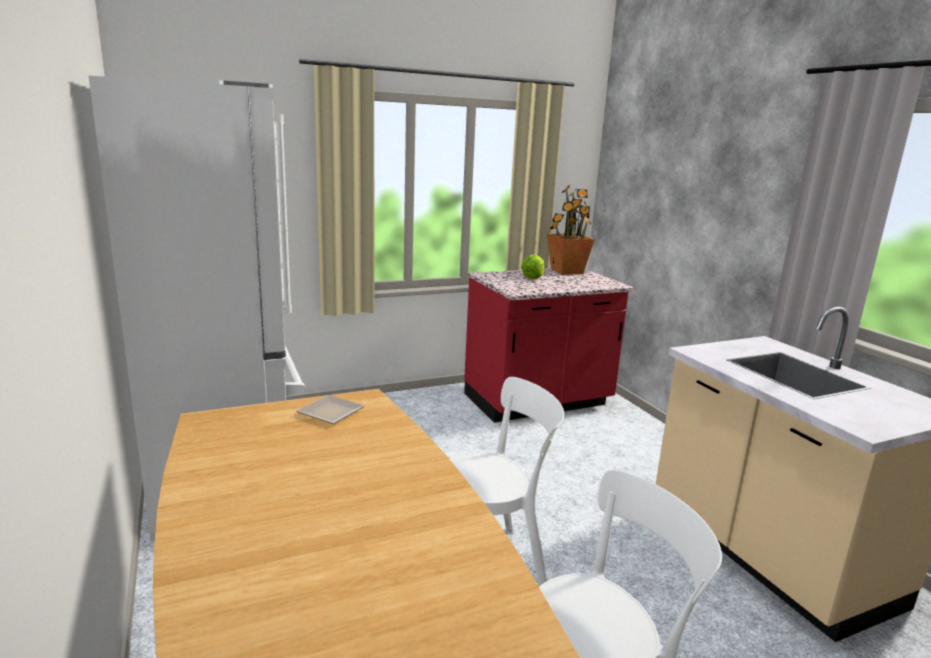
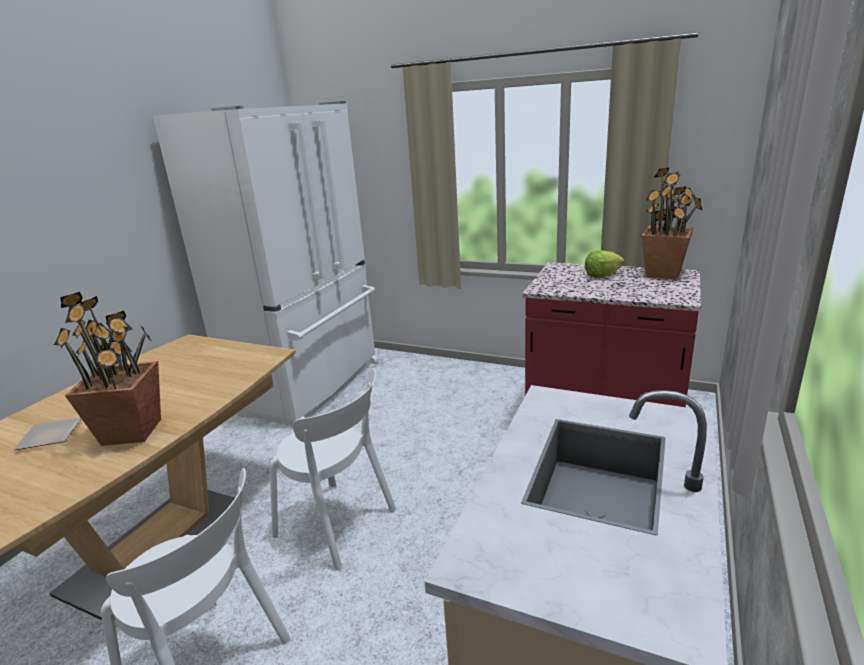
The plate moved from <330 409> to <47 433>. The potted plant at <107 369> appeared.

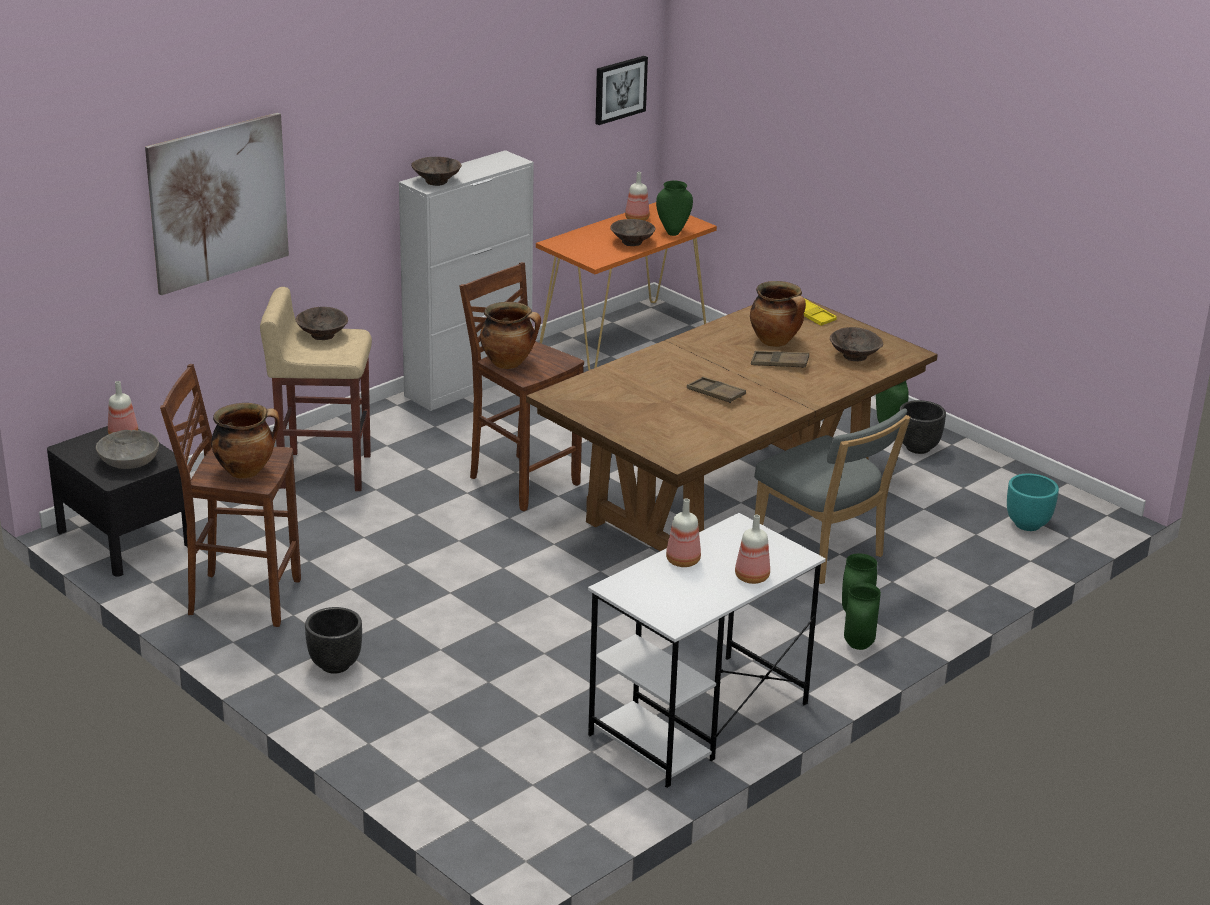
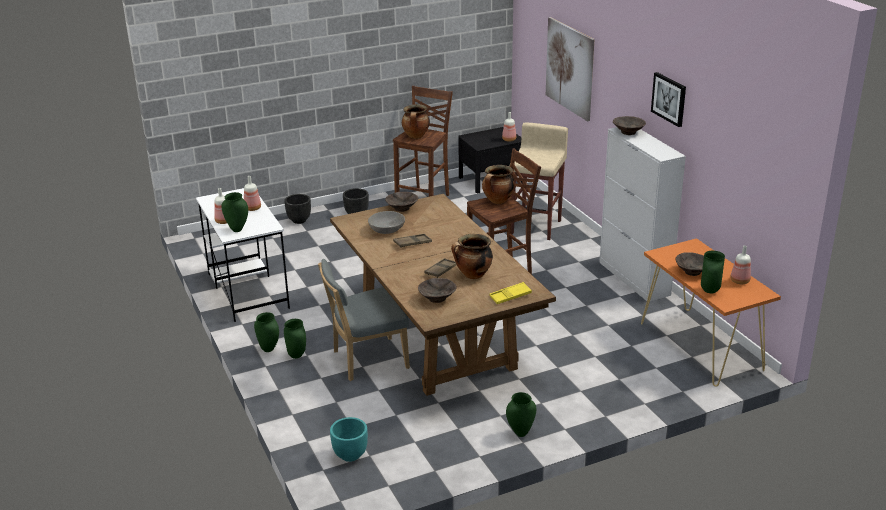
The green vase at <235 212> appeared. The black planter moved from <922 427> to <297 209>. The grey bowl moved from <127 449> to <386 222>. The brown bowl moved from <322 323> to <401 202>. The picture moved from <621 90> to <668 99>.

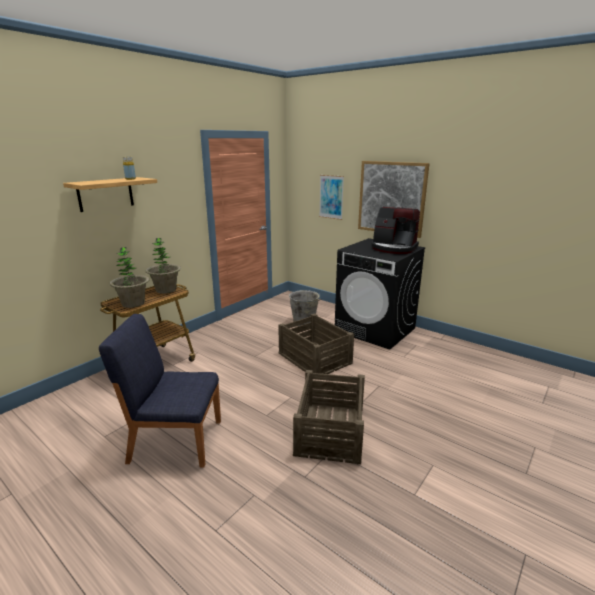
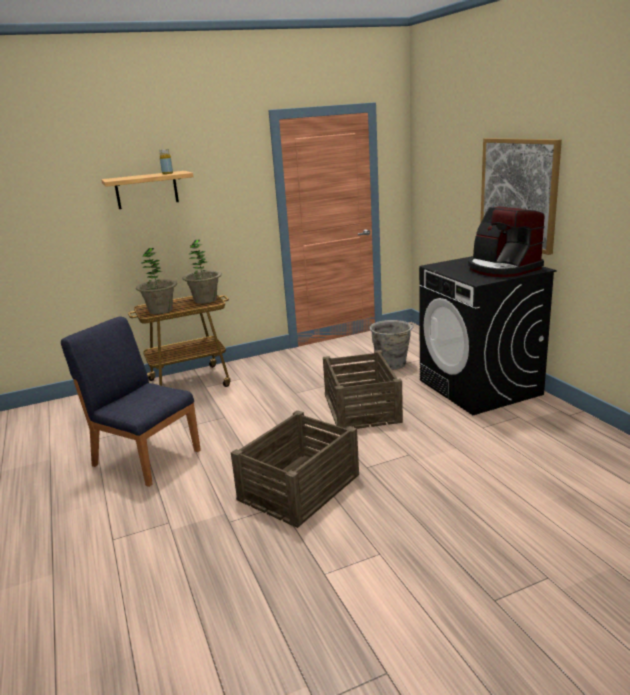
The picture at <331 197> disappeared.

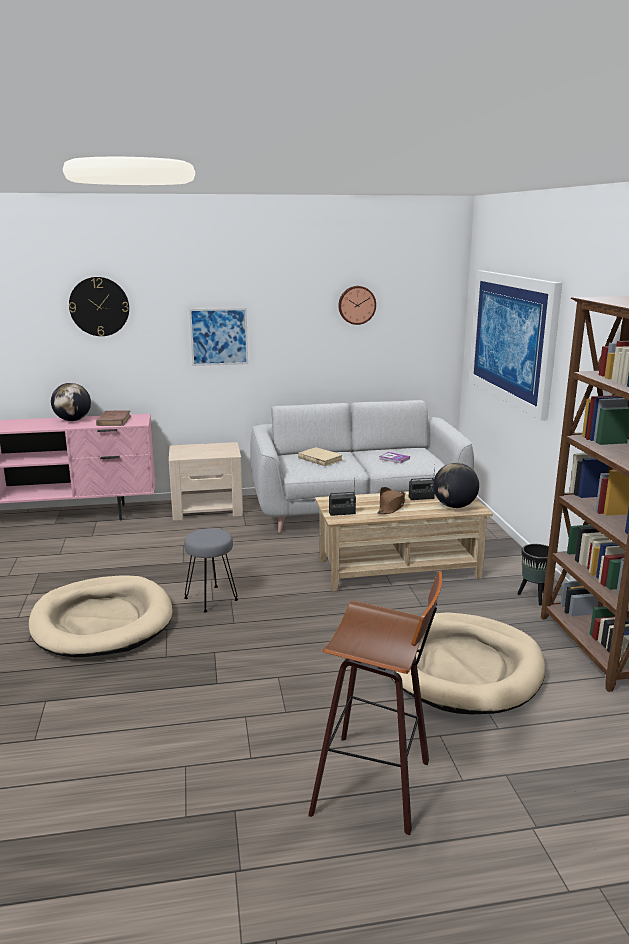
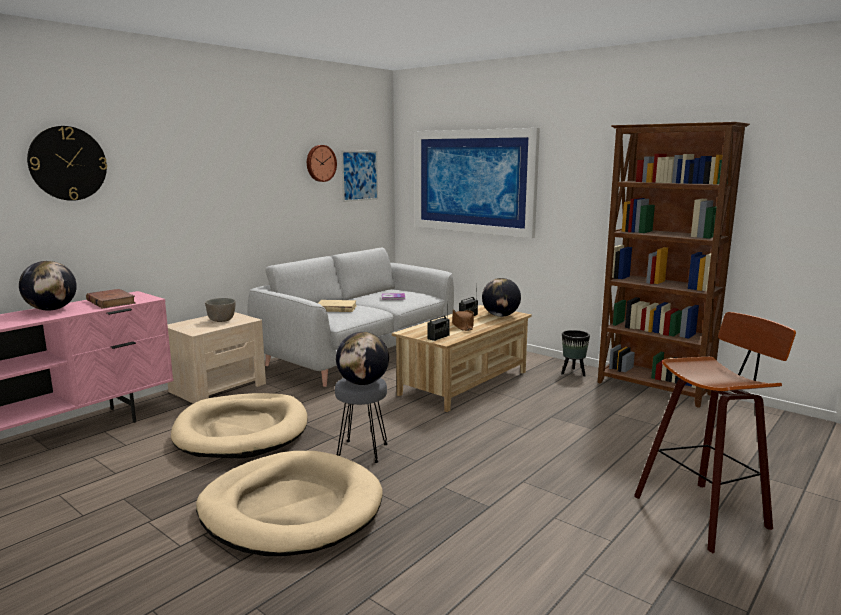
The beige dog bed moved from <468 663> to <239 426>. The grey bowl at <220 310> appeared. The globe at <362 358> appeared. The picture moved from <218 337> to <359 176>.

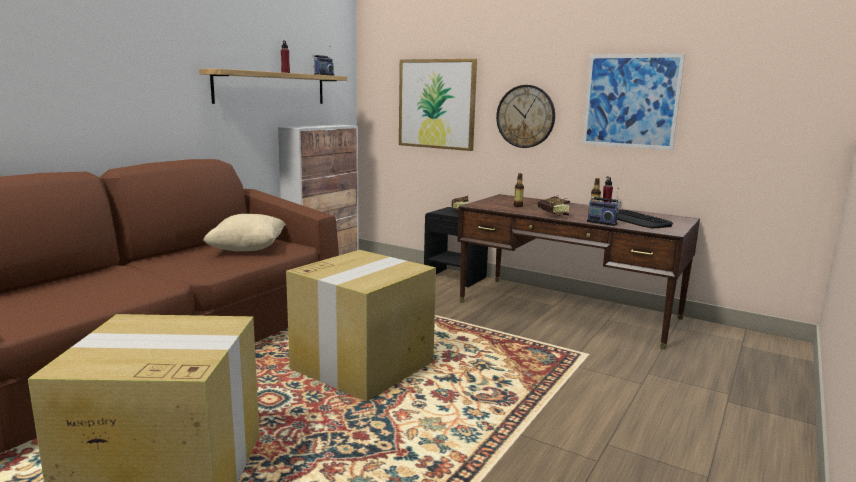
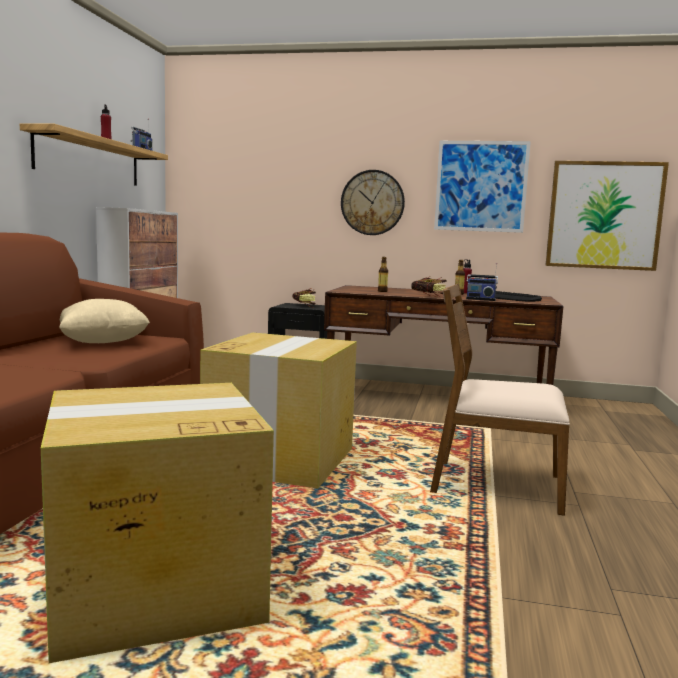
The brown chair at <500 400> appeared. The picture moved from <438 105> to <607 216>.

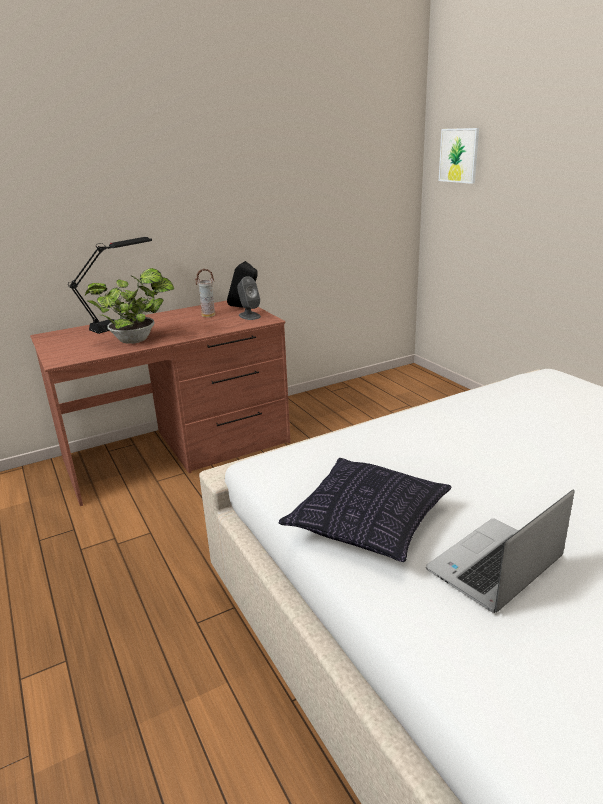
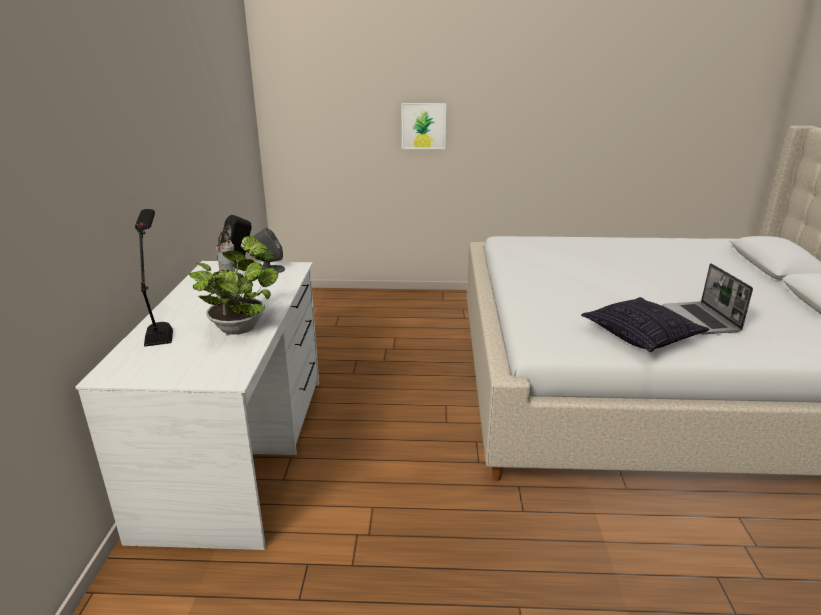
The brown desk at <160 403> became the white desk at <197 405>. The picture moved from <459 156> to <424 126>.

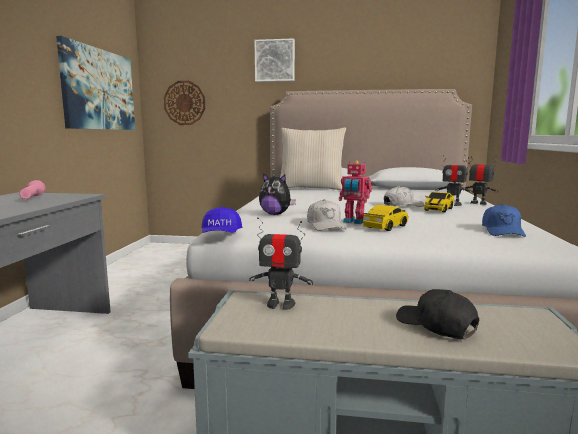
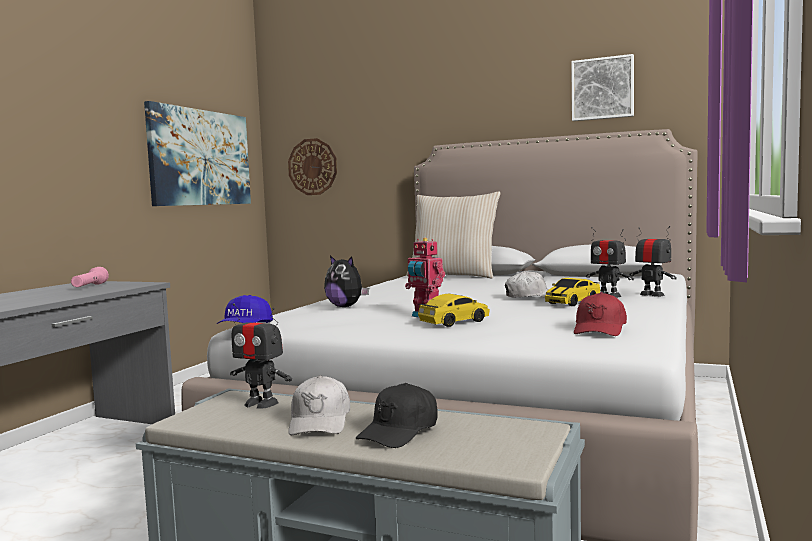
The white cap moved from <326 215> to <319 405>. The black cap at <437 314> turned 120 degrees counterclockwise. The picture moved from <275 60> to <602 87>. The blue cap at <504 220> became the red cap at <600 314>.

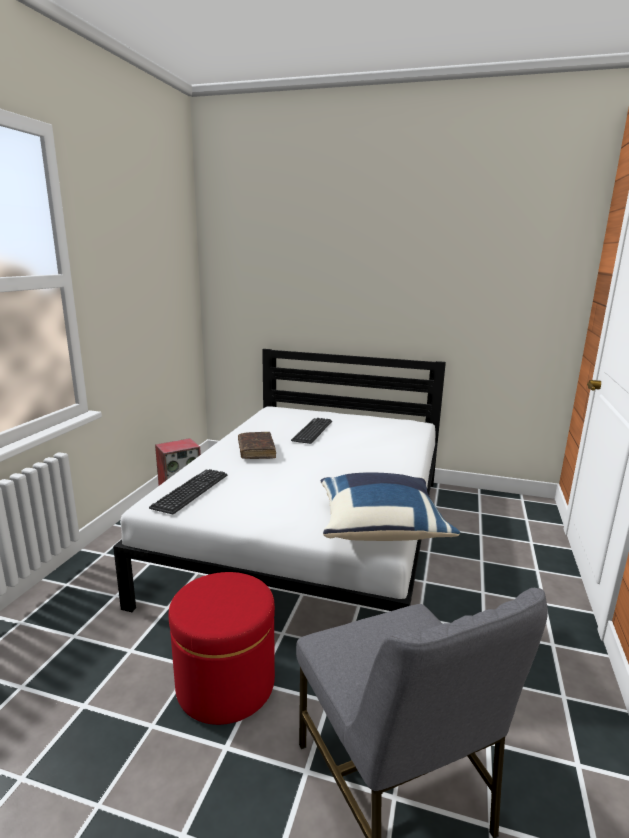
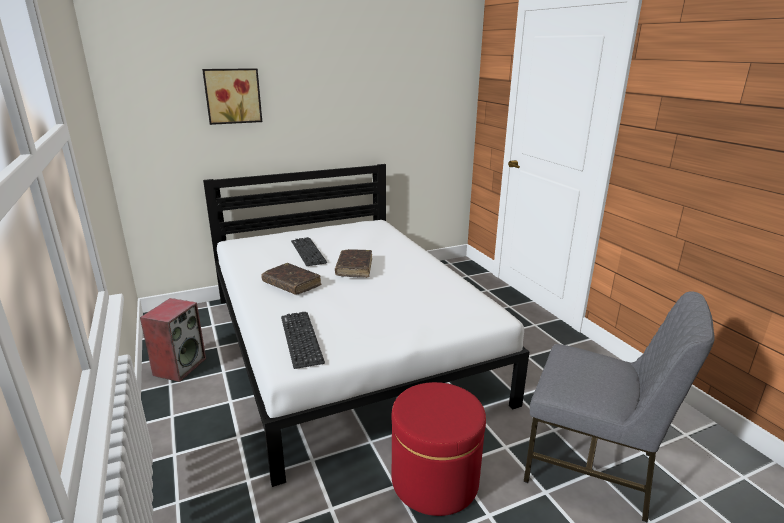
The picture at <232 96> appeared. The brown book at <353 263> appeared. The blue pillow at <390 506> disappeared.

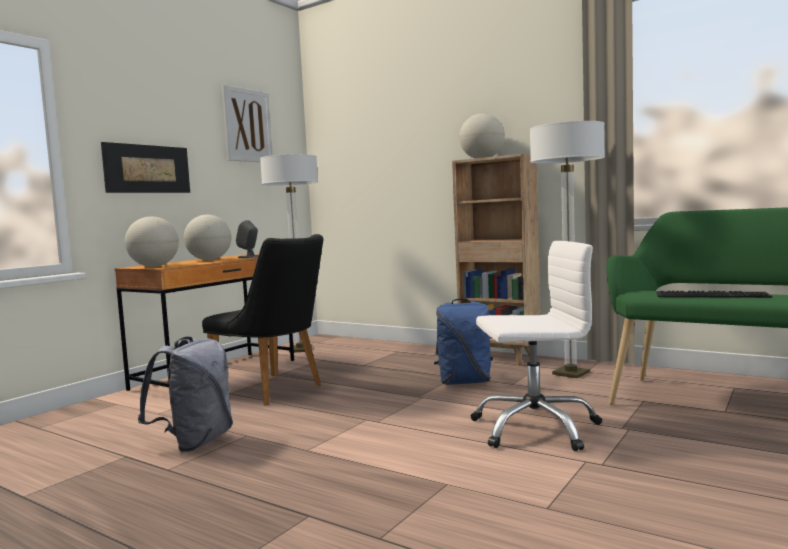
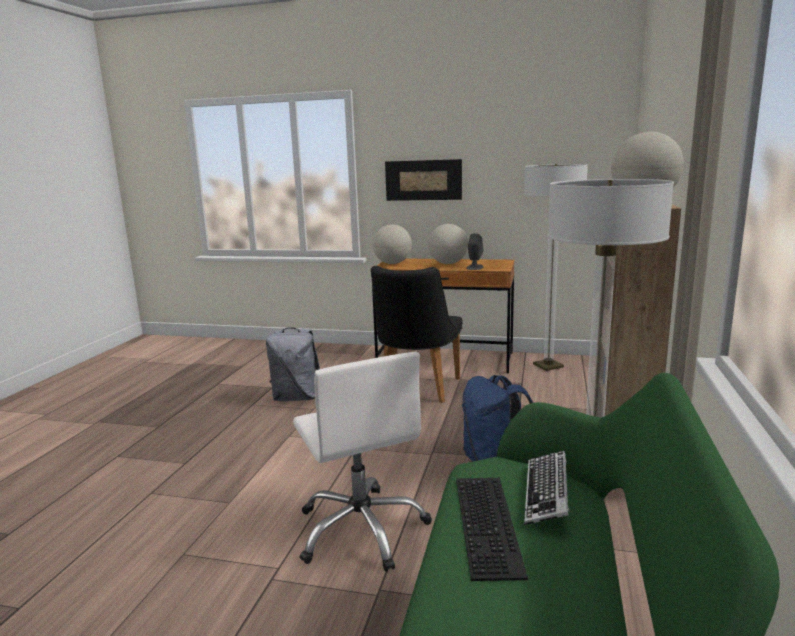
The keyboard at <547 488> appeared. The picture at <247 123> disappeared.

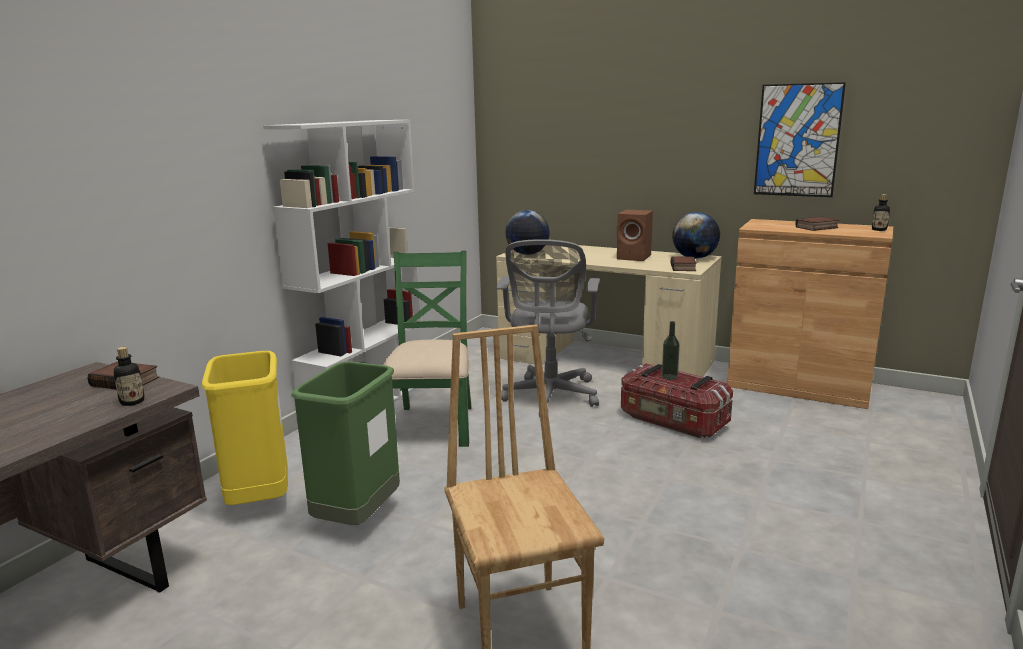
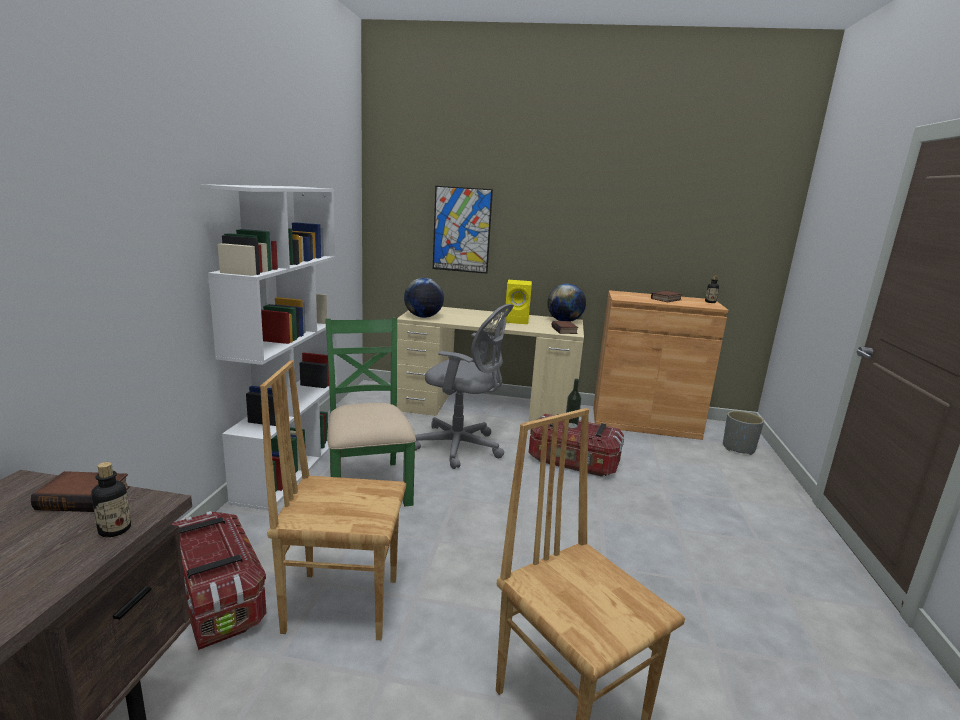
The yellow trash can at <245 428> was replaced by the storage box at <218 580>. The green trash can at <345 443> was replaced by the brown chair at <333 500>. The grey office chair at <548 328> turned 60 degrees counterclockwise. The picture moved from <800 139> to <463 230>. The brown speaker at <635 235> became the yellow speaker at <519 302>. The grey planter at <743 433> appeared.

